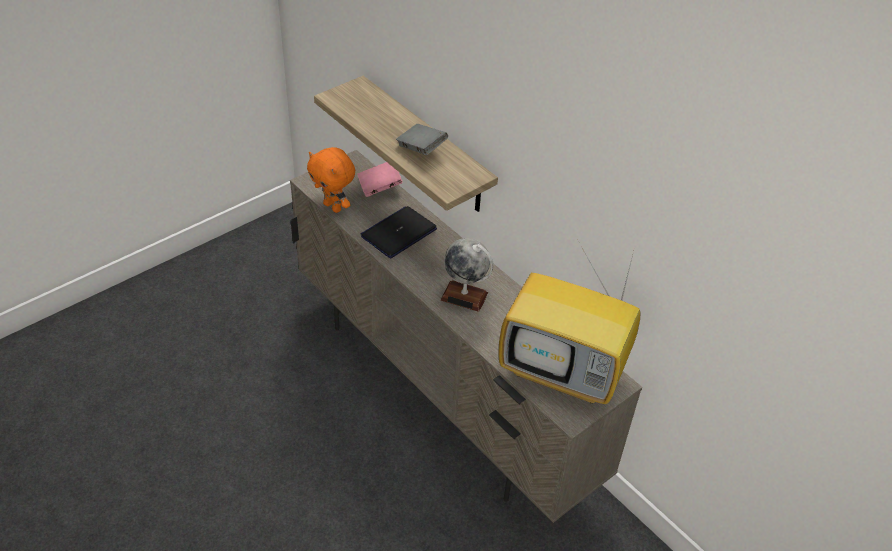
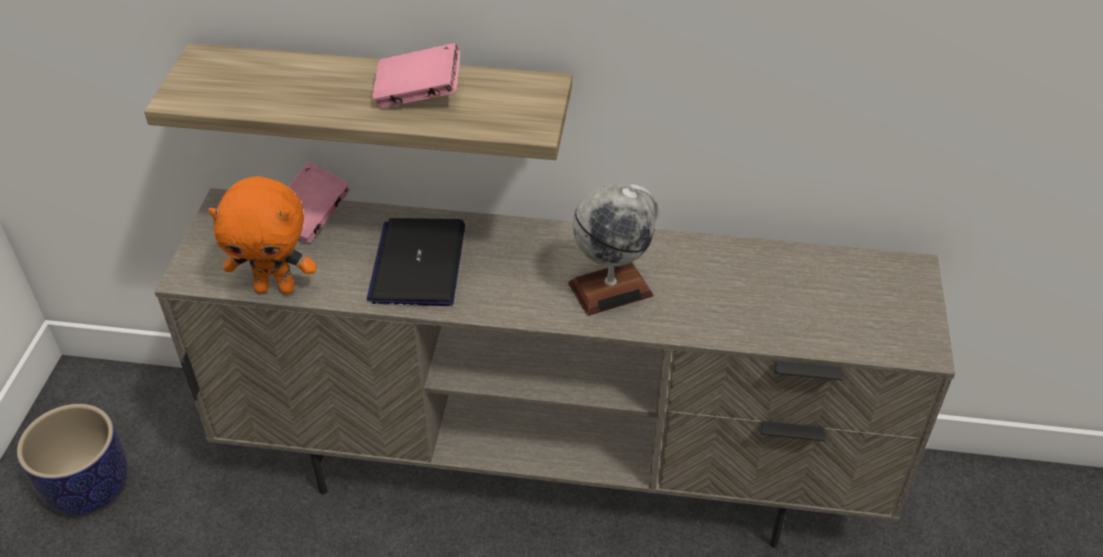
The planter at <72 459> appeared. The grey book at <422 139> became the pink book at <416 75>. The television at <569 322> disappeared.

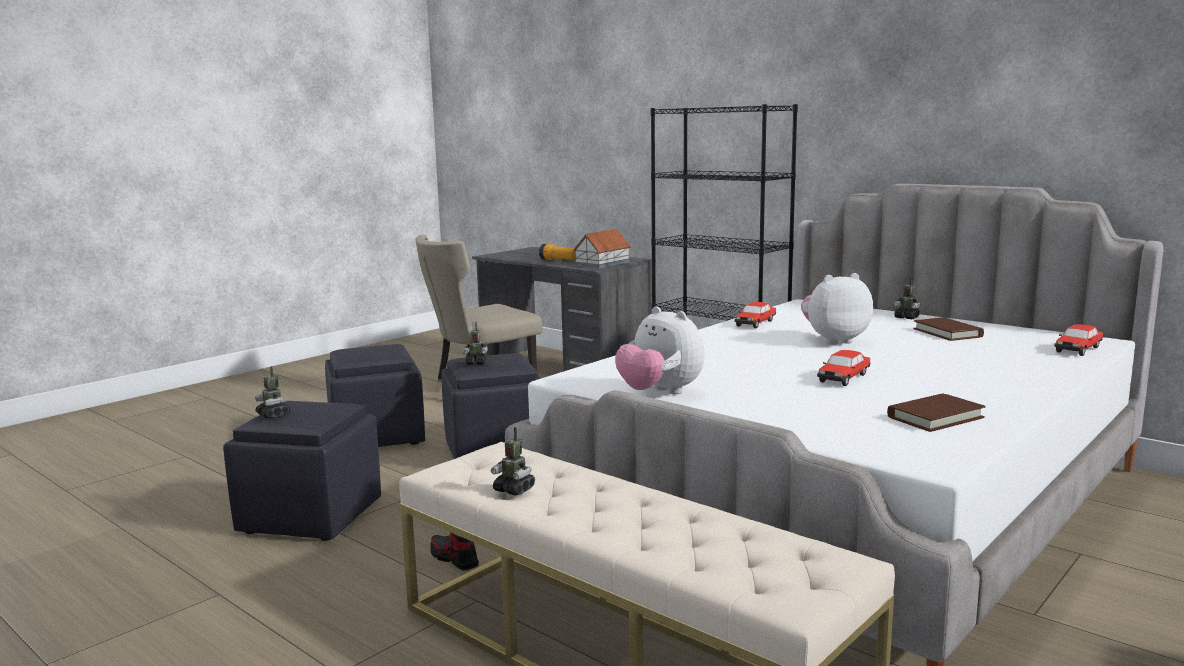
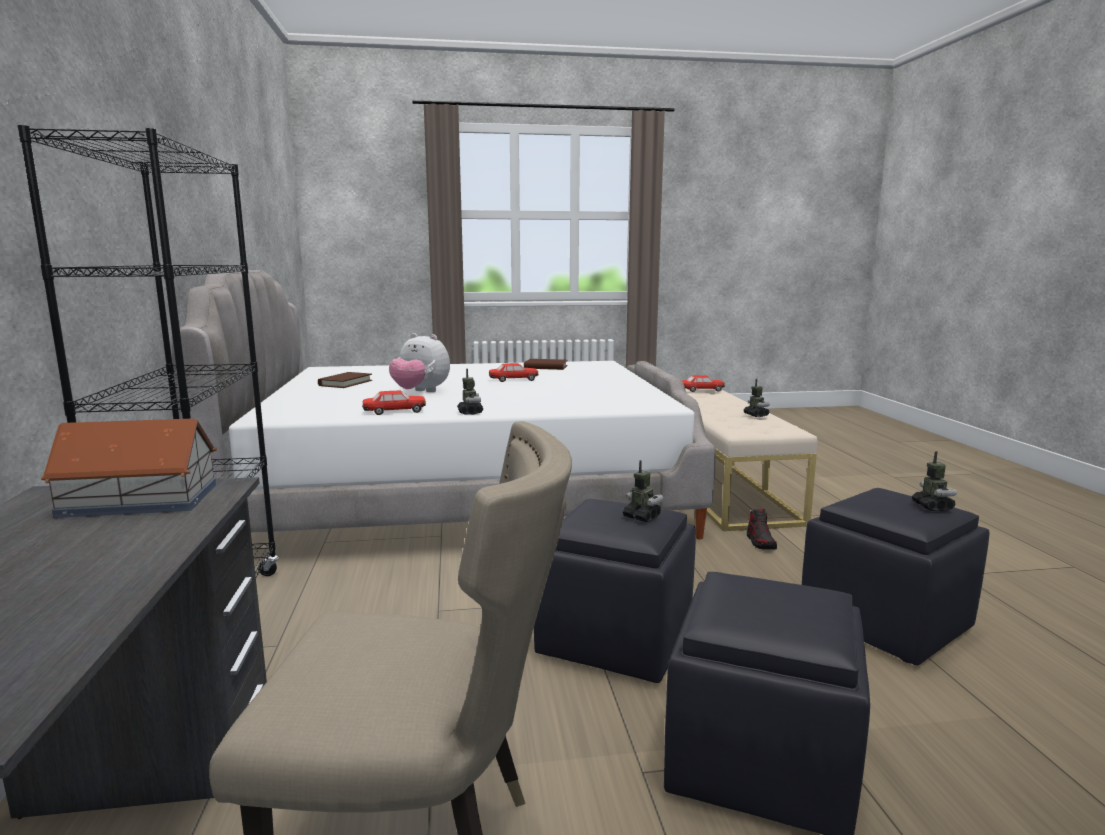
The toy robot moved from <906 298> to <470 392>. The toy car moved from <1079 340> to <703 383>. The flashlight at <557 252> disappeared. The plush toy at <660 350> disappeared.

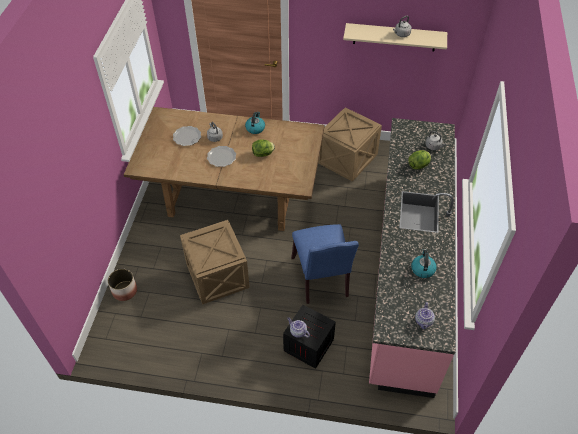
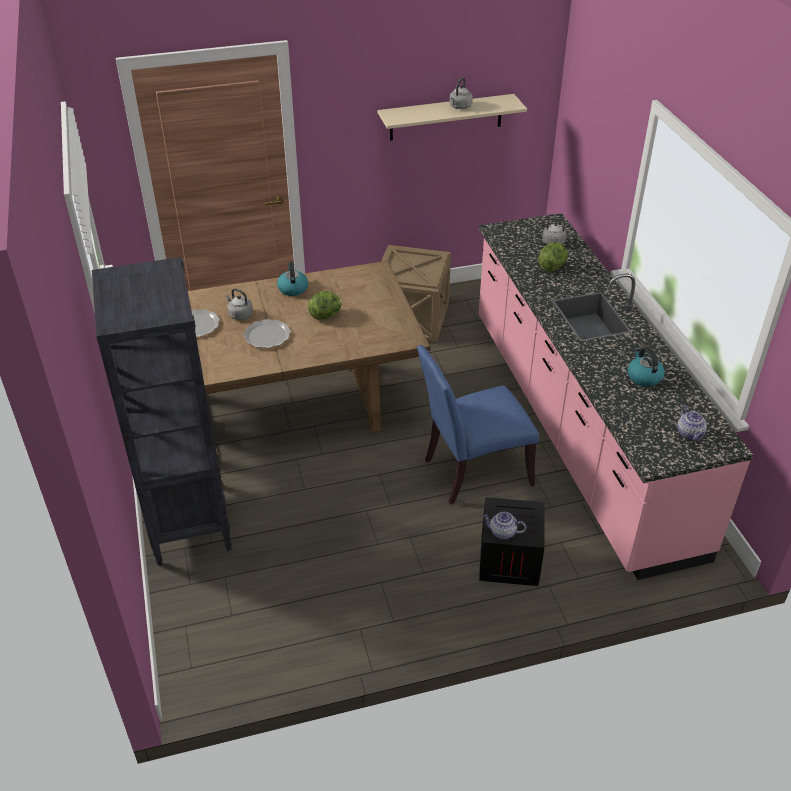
The black bookcase at <162 411> appeared. The blue chair at <325 264> turned 105 degrees clockwise. The planter at <122 285> disappeared. The crate at <215 262> disappeared.

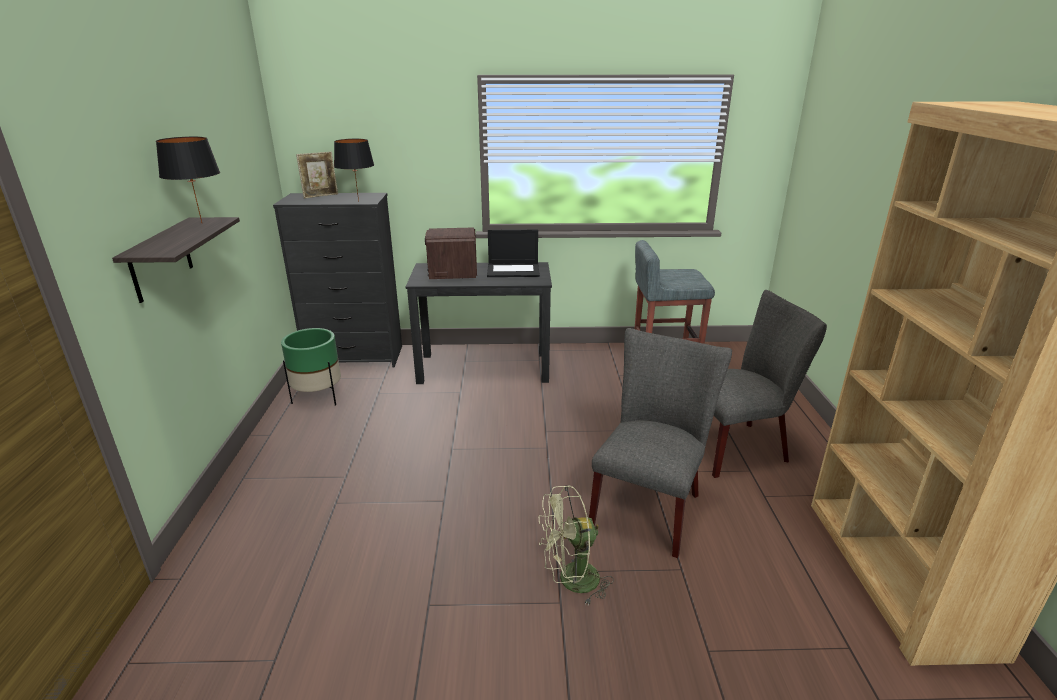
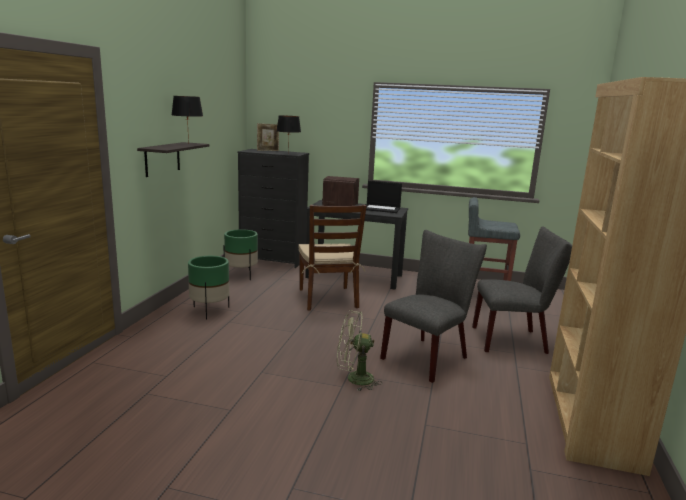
The green planter at <209 288> appeared. The brown chair at <333 258> appeared.

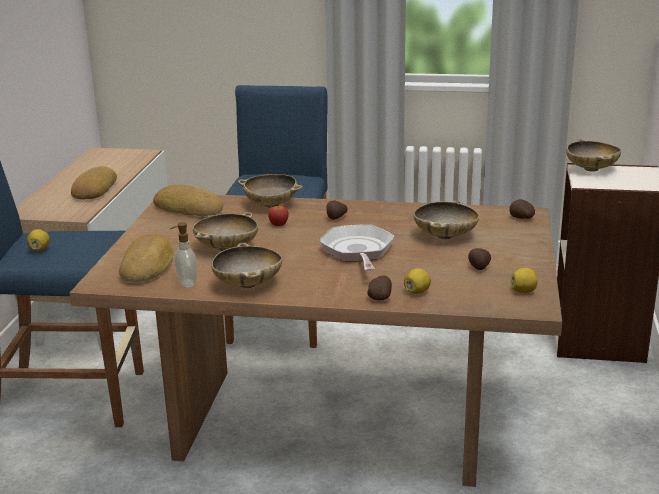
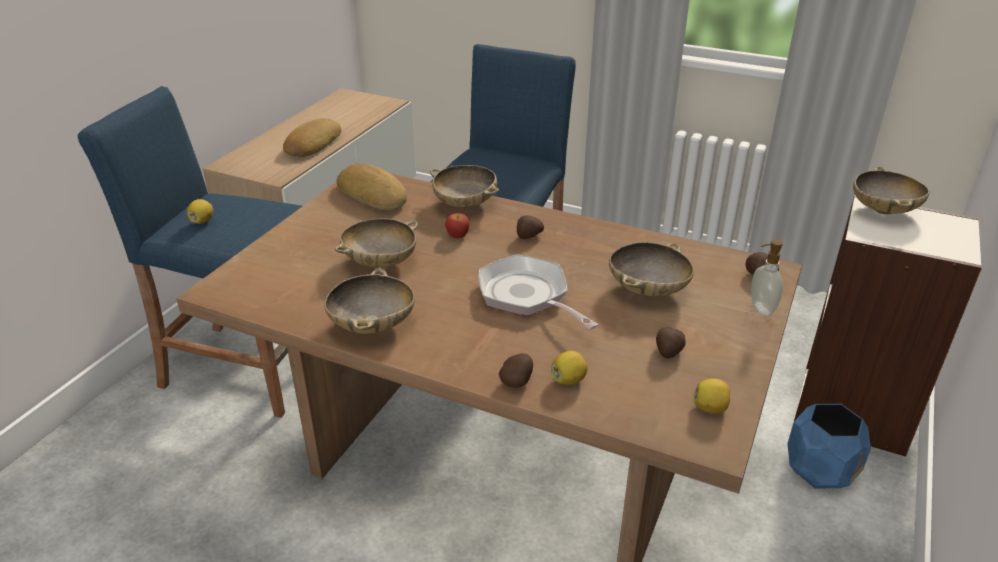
The frying pan at <356 247> turned 45 degrees counterclockwise. The soap dispenser moved from <183 254> to <767 277>. The blue planter at <829 446> appeared. The bread at <146 258> disappeared.

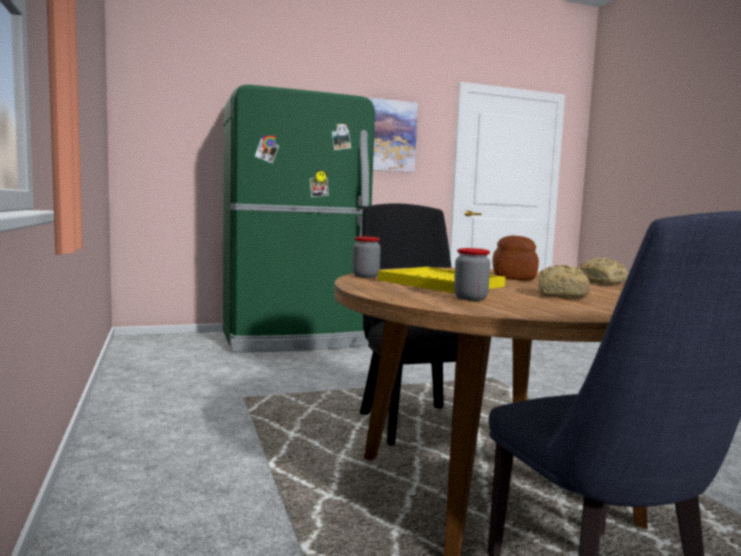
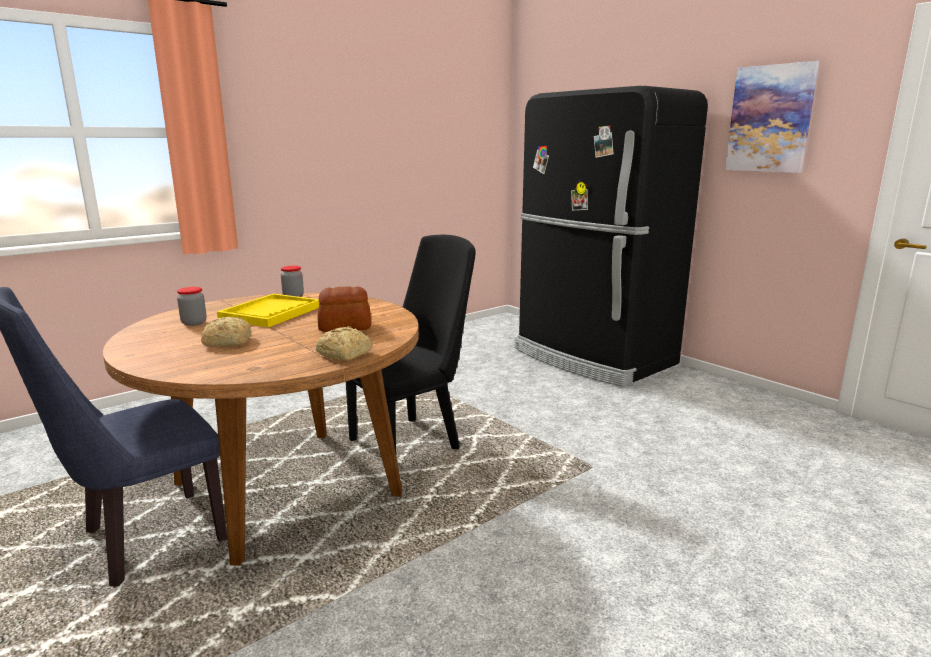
The green fridge at <299 218> became the black fridge at <611 236>.

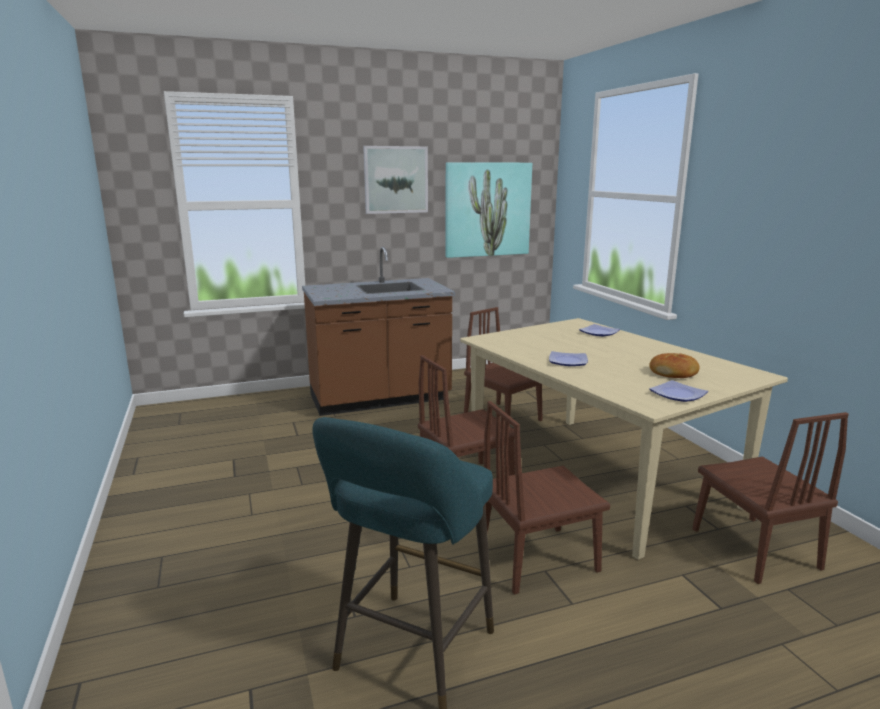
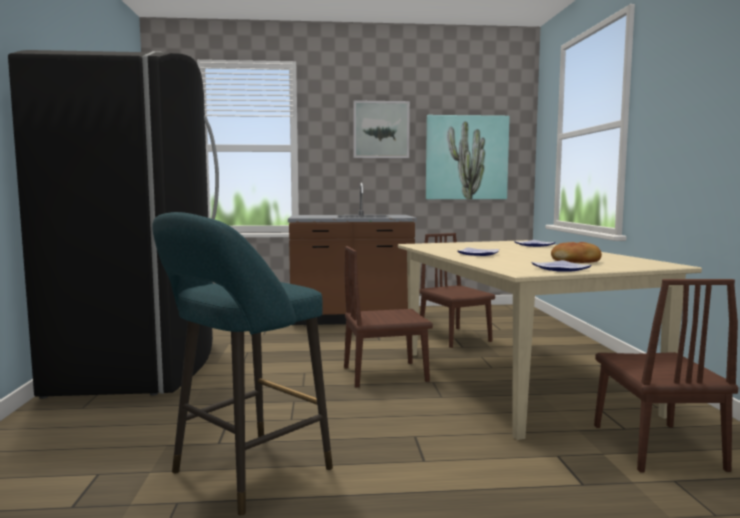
The black fridge at <113 224> appeared. The brown chair at <547 498> disappeared.

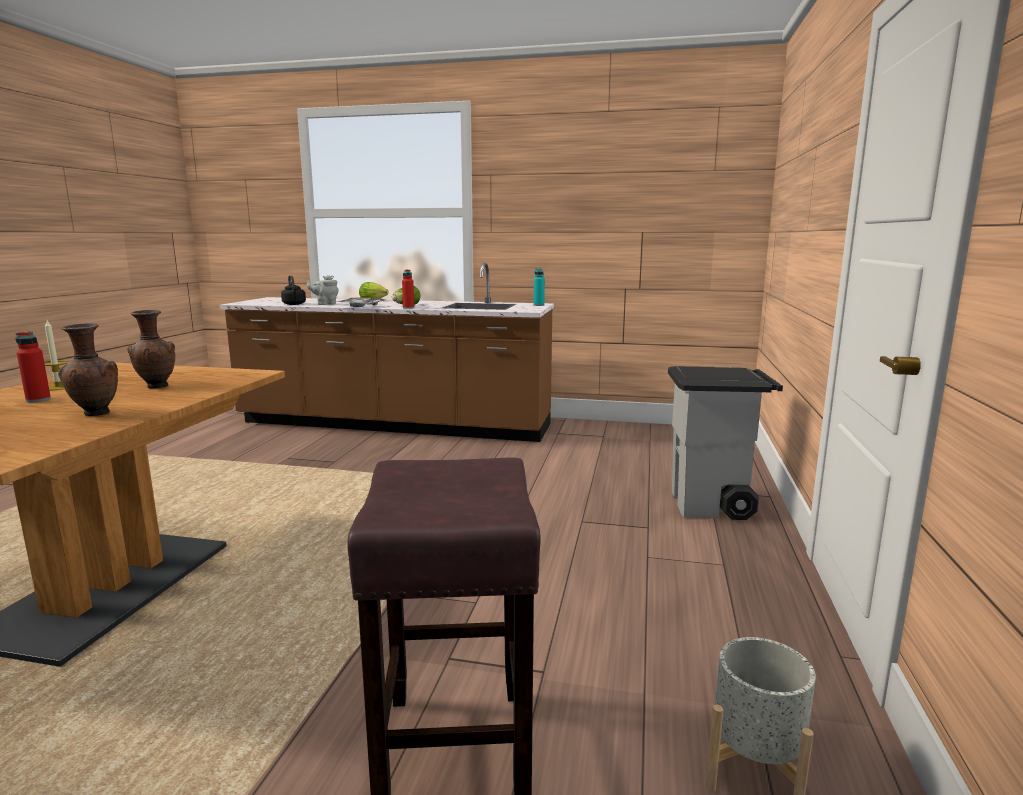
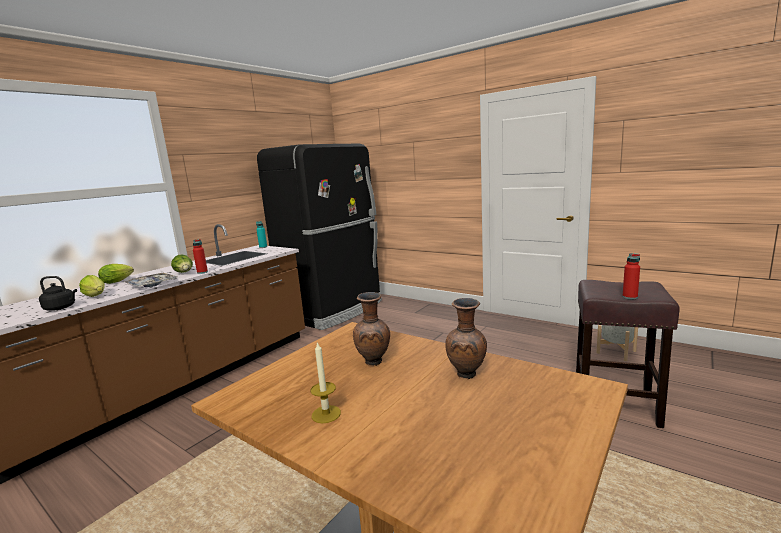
The grey teapot at <323 290> was replaced by the lettuce at <92 286>. The black fridge at <319 237> appeared. The red bottle moved from <33 366> to <631 276>. The grey trash can at <725 443> disappeared.

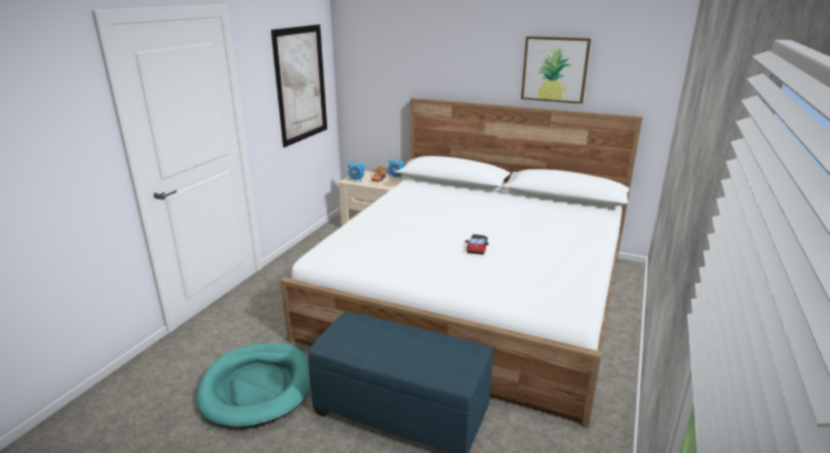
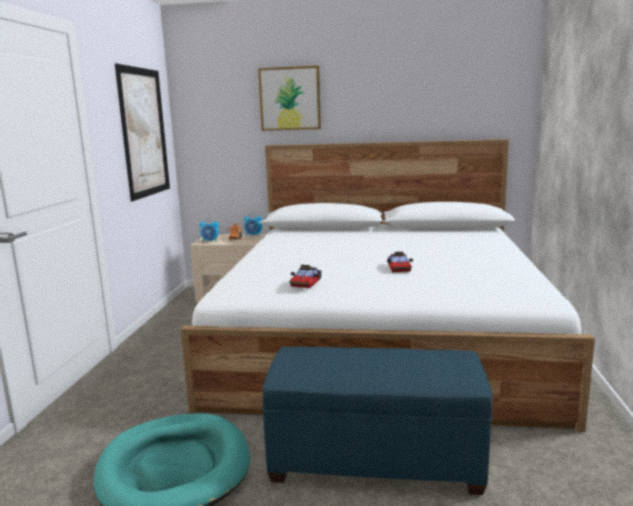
The picture moved from <556 70> to <289 98>. The toy car at <305 276> appeared.

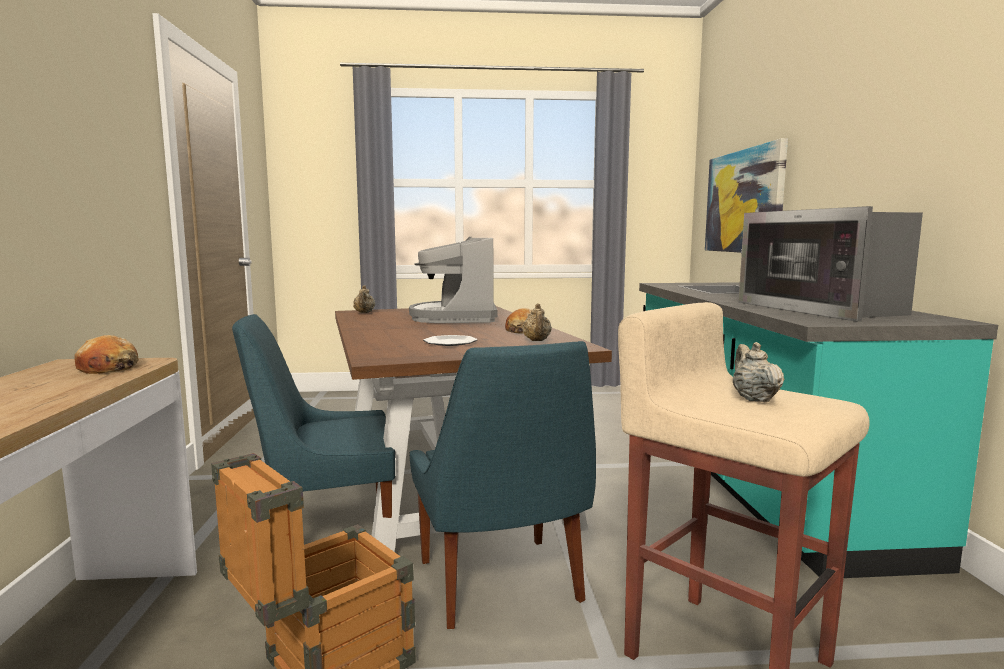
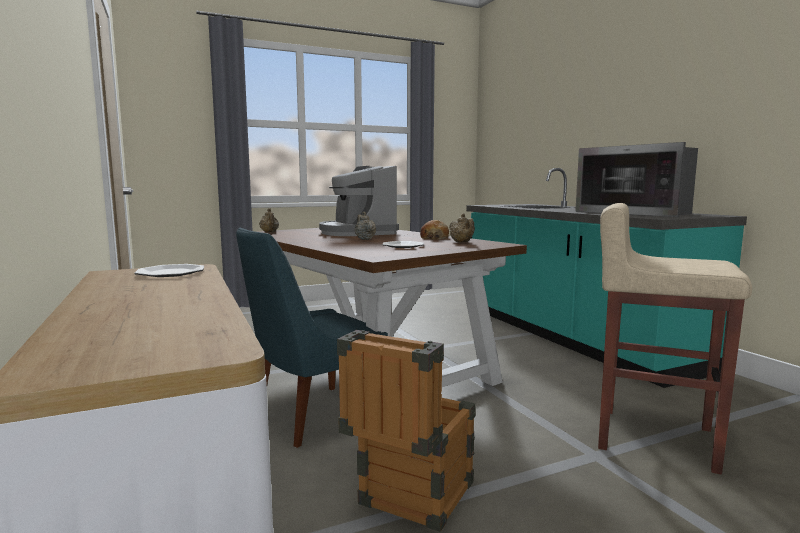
The bread at <106 354> was replaced by the plate at <169 270>. The beige teapot moved from <759 372> to <365 226>. The blue chair at <502 485> disappeared. The picture at <746 195> disappeared.

